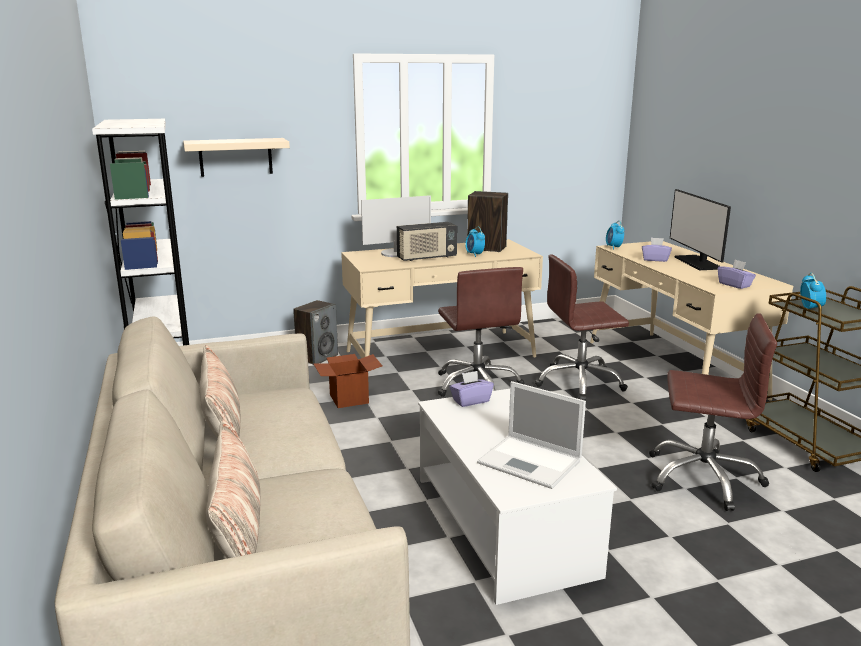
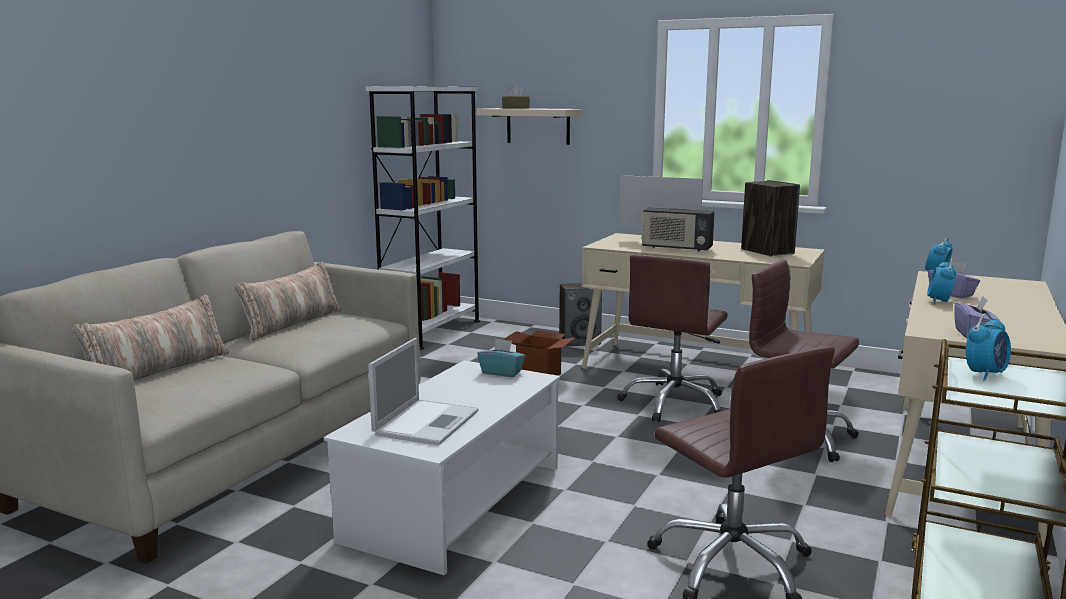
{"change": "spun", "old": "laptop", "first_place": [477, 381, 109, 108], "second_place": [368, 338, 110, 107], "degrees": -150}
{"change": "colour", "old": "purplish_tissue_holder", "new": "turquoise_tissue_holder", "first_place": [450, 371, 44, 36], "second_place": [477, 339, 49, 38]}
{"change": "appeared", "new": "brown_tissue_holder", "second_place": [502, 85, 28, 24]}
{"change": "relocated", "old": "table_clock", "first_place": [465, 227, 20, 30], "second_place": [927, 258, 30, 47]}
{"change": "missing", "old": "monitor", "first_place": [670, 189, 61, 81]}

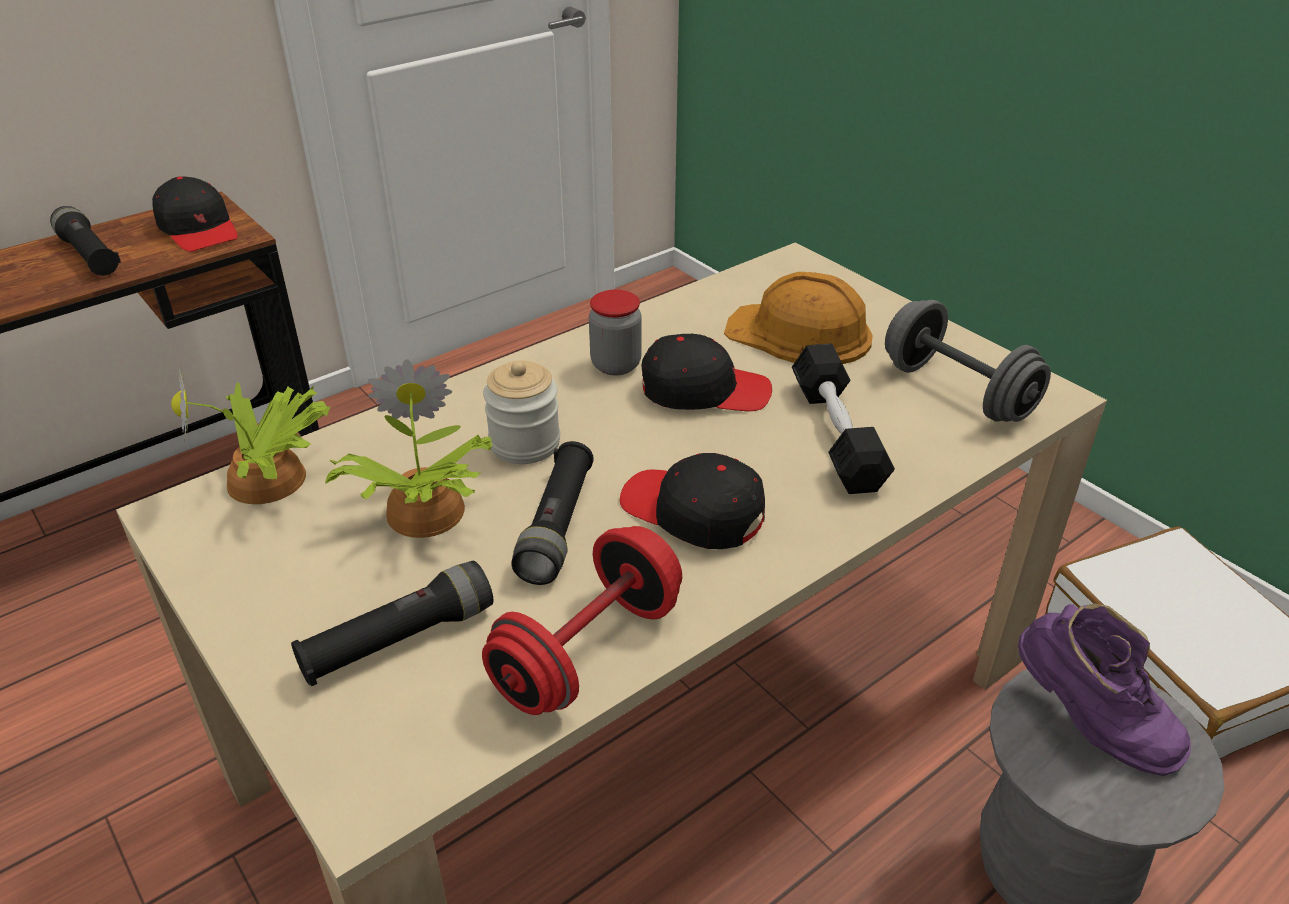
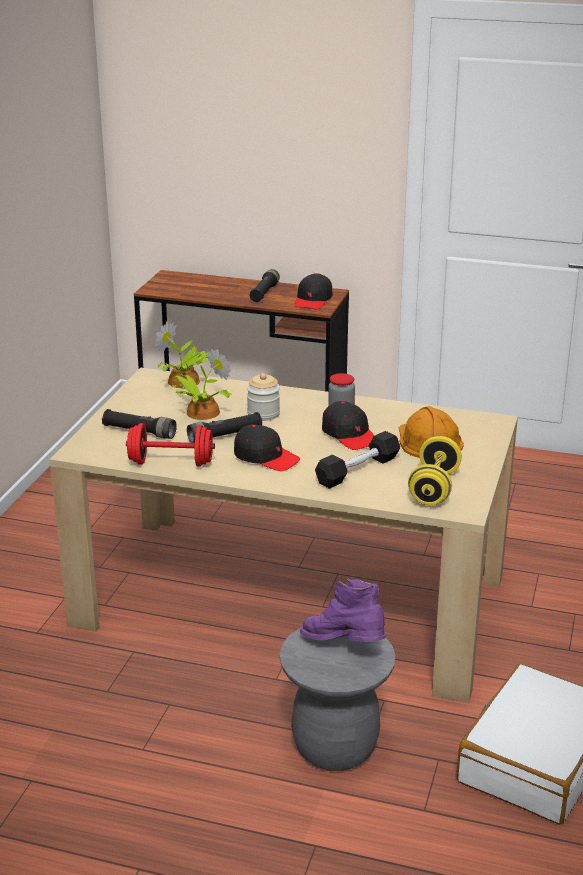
{"change": "spun", "old": "black_cap", "first_place": [620, 453, 145, 96], "second_place": [234, 424, 66, 47], "degrees": 120}
{"change": "spun", "old": "purplish_tall_boot", "first_place": [1018, 604, 173, 172], "second_place": [300, 578, 86, 64], "degrees": 120}
{"change": "colour", "old": "grey_hand_weight", "new": "yellowish_hand_weight", "first_place": [885, 300, 166, 122], "second_place": [408, 436, 54, 69]}

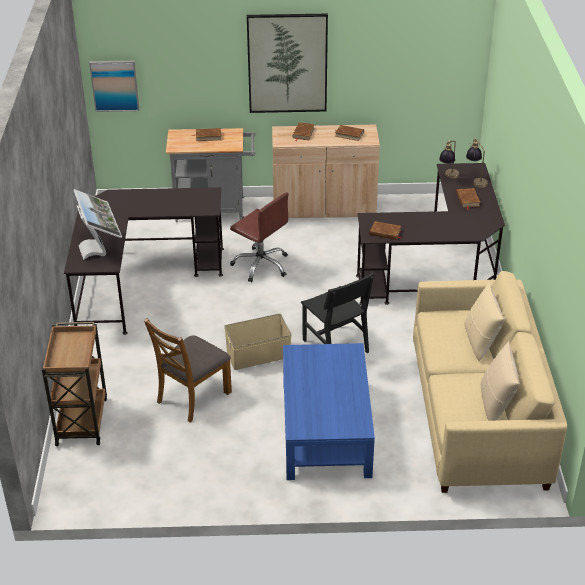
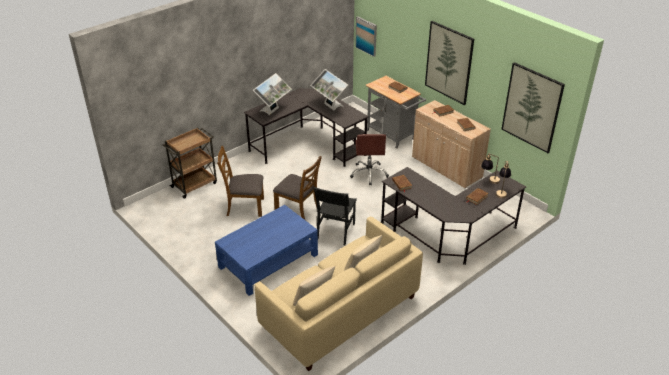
{"change": "exchanged", "old": "sand-coloured_storage_bin", "new": "brown_chair", "first_place": [224, 314, 68, 56], "second_place": [273, 156, 49, 64]}
{"change": "appeared", "new": "monitor", "second_place": [310, 69, 38, 41]}
{"change": "appeared", "new": "wall_picture", "second_place": [501, 62, 64, 91]}

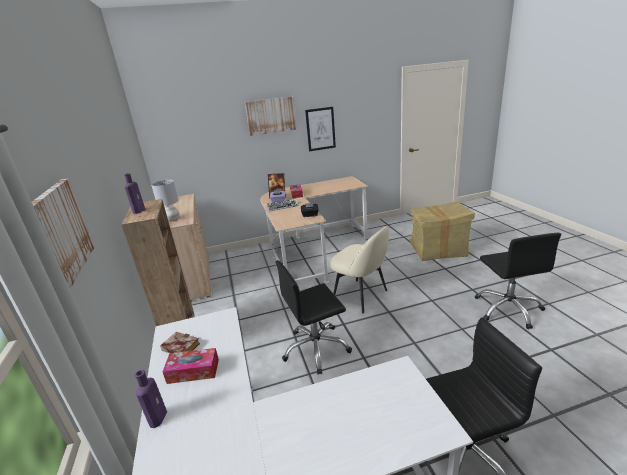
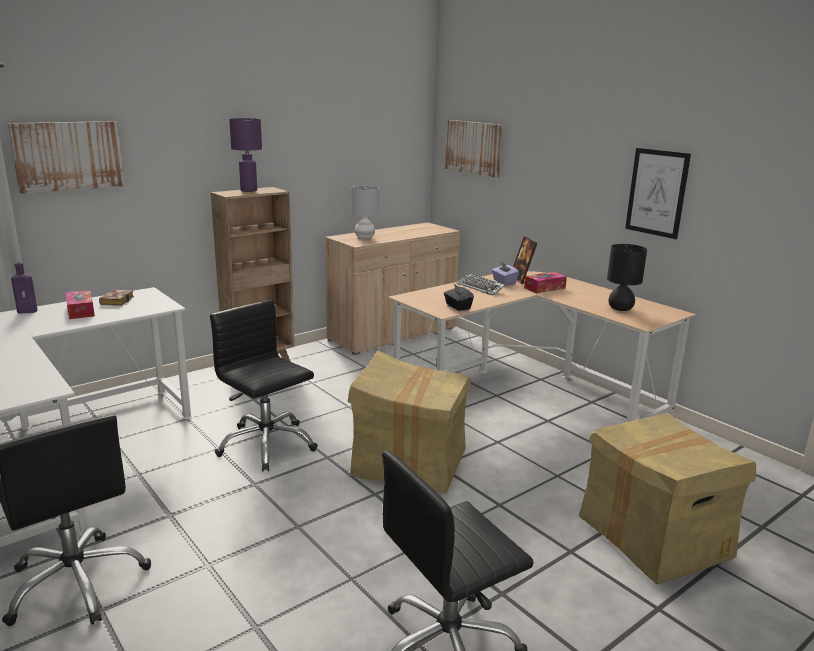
{"change": "exchanged", "old": "purplish_bottle", "new": "purplish_tabletop_lamp", "first_place": [124, 173, 21, 41], "second_place": [229, 118, 33, 74]}
{"change": "exchanged", "old": "sand-coloured_chair", "new": "carton", "first_place": [330, 226, 59, 87], "second_place": [348, 350, 123, 144]}
{"change": "relocated", "old": "wall_picture", "first_place": [245, 96, 52, 40], "second_place": [445, 120, 57, 58]}
{"change": "appeared", "new": "black_tabletop_lamp", "second_place": [607, 244, 40, 67]}

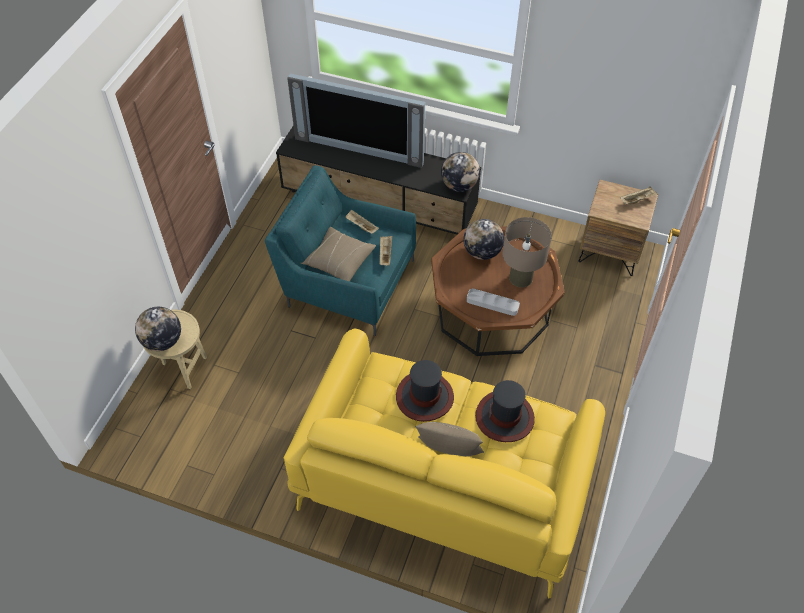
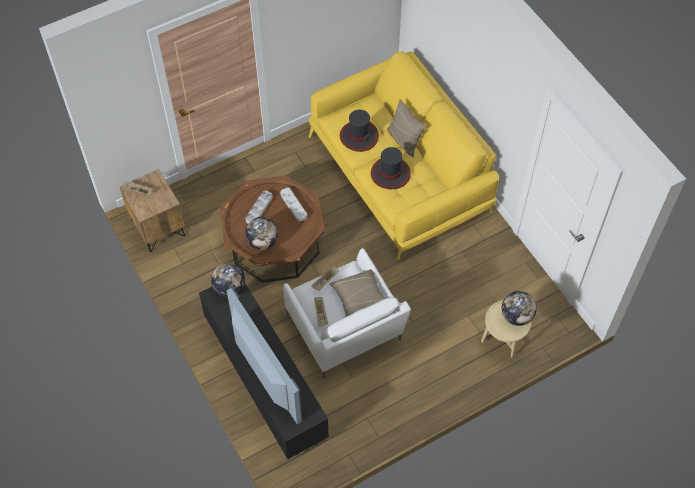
{"change": "exchanged", "old": "sand-coloured_tabletop_lamp", "new": "grey_tray", "first_place": [502, 217, 50, 71], "second_place": [245, 191, 28, 32]}
{"change": "colour", "old": "turquoise_armchair", "new": "white_armchair", "first_place": [265, 165, 151, 171], "second_place": [283, 248, 128, 130]}

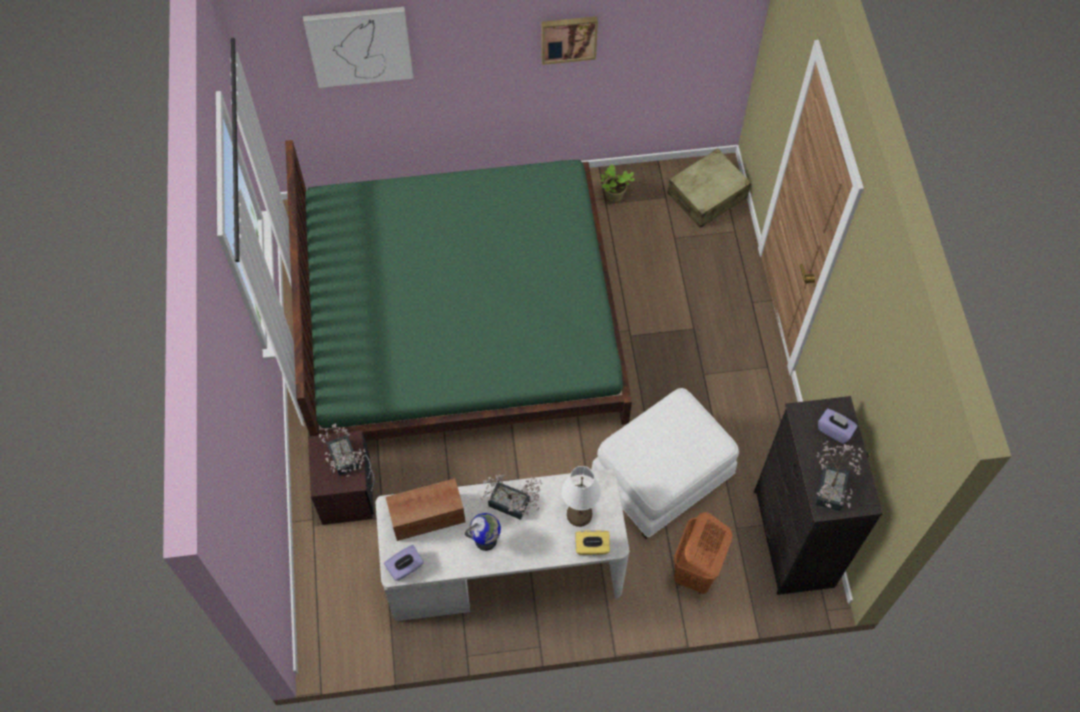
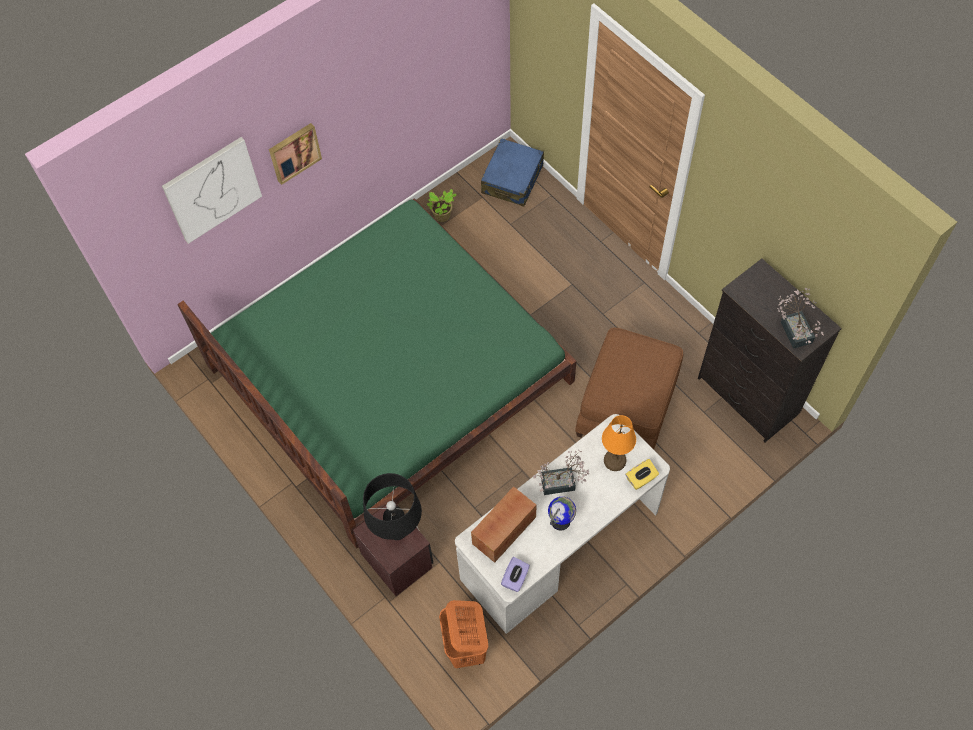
{"change": "relocated", "old": "wall_picture", "first_place": [542, 16, 56, 49], "second_place": [269, 123, 53, 62]}
{"change": "exchanged", "old": "houseplant", "new": "black_tabletop_lamp", "first_place": [319, 424, 47, 53], "second_place": [363, 473, 59, 67]}
{"change": "relocated", "old": "orange_laundry_basket", "first_place": [674, 512, 58, 82], "second_place": [439, 600, 50, 68]}
{"change": "colour", "old": "sand-coloured_travel_case", "new": "bluish_travel_case", "first_place": [667, 148, 84, 80], "second_place": [481, 138, 63, 69]}
{"change": "colour", "old": "white_pouffe", "new": "brown_pouffe", "first_place": [591, 388, 148, 151], "second_place": [575, 328, 108, 122]}
{"change": "colour", "old": "white_tabletop_lamp", "new": "orange_tabletop_lamp", "first_place": [562, 466, 39, 61], "second_place": [602, 415, 34, 56]}
{"change": "missing", "old": "purplish_tissue_holder", "first_place": [818, 409, 39, 35]}

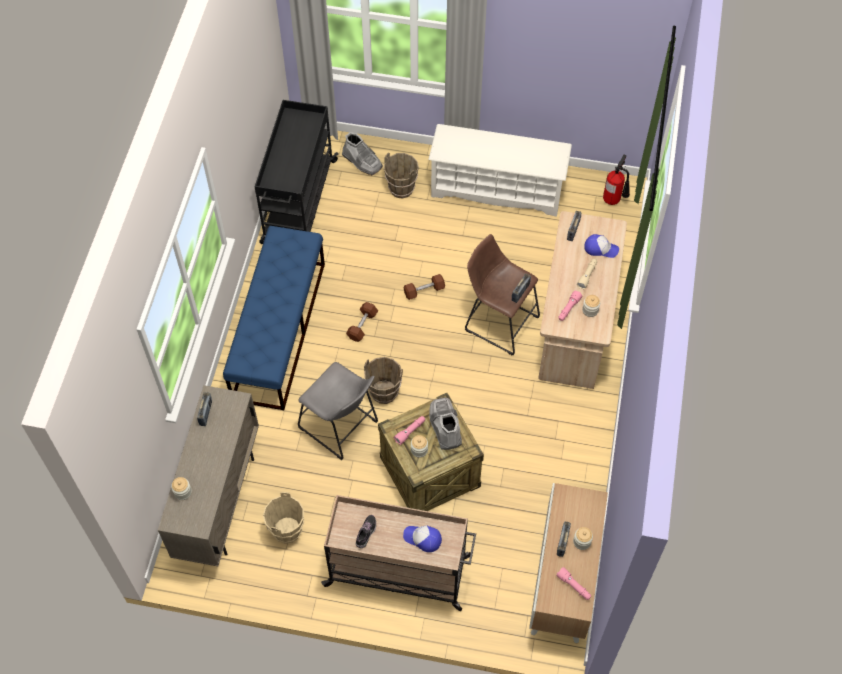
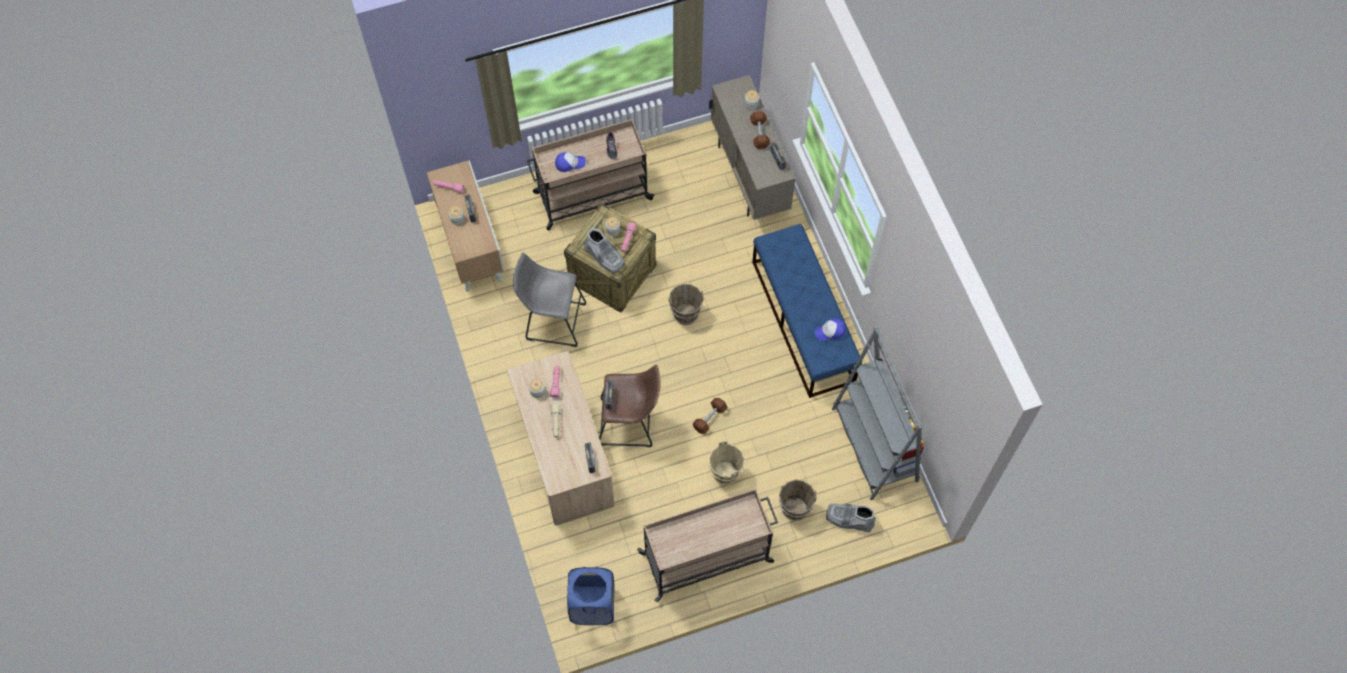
{"change": "relocated", "old": "grey_stool", "first_place": [298, 362, 80, 98], "second_place": [513, 253, 73, 94]}
{"change": "exchanged", "old": "extinguisher", "new": "bluish_laundry_basket", "first_place": [603, 155, 27, 50], "second_place": [567, 567, 47, 58]}
{"change": "exchanged", "old": "white_shoe_rack", "new": "sand-coloured_wheeled_cart", "first_place": [428, 124, 144, 93], "second_place": [637, 489, 141, 114]}
{"change": "relocated", "old": "sand-coloured_bucket", "first_place": [263, 492, 41, 52], "second_place": [709, 441, 36, 44]}
{"change": "relocated", "old": "brown_hand_weight", "first_place": [346, 302, 32, 40], "second_place": [750, 111, 20, 38]}
{"change": "relocated", "old": "cap", "first_place": [584, 234, 35, 24], "second_place": [814, 318, 32, 23]}
{"change": "exchanged", "old": "black_wheeled_cart", "new": "grey_bookshelf", "first_place": [255, 100, 83, 144], "second_place": [832, 326, 92, 174]}

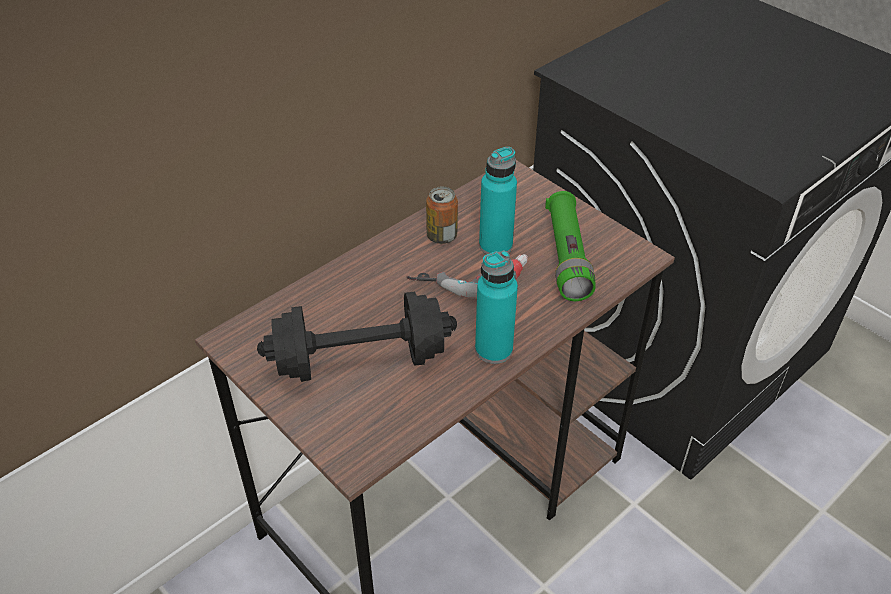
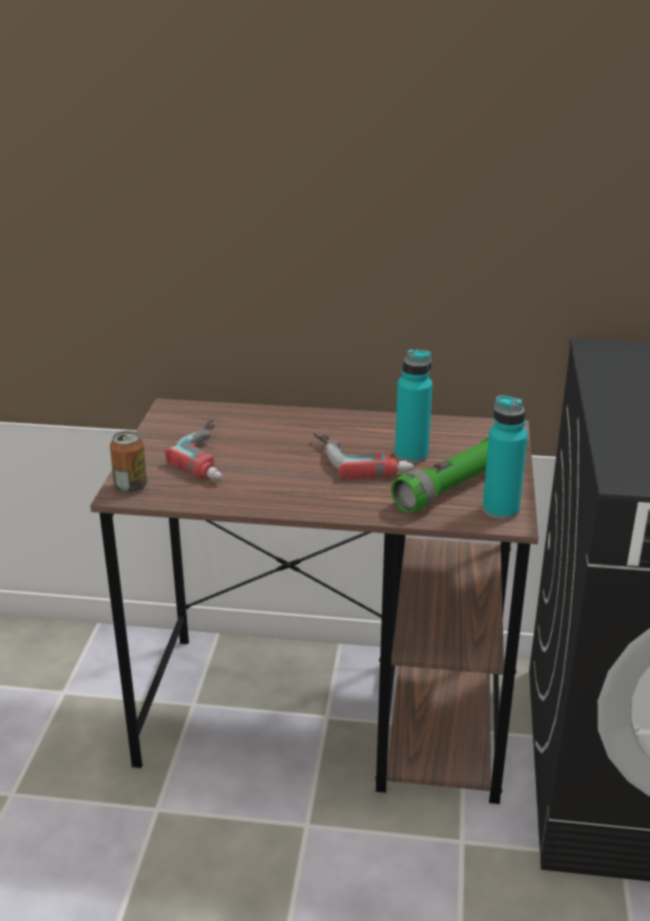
{"change": "relocated", "old": "can", "first_place": [426, 186, 32, 58], "second_place": [110, 431, 37, 62]}
{"change": "exchanged", "old": "black_hand_weight", "new": "drill", "first_place": [257, 291, 200, 91], "second_place": [165, 420, 58, 60]}
{"change": "relocated", "old": "turquoise_bottle", "first_place": [475, 250, 43, 114], "second_place": [482, 395, 46, 125]}

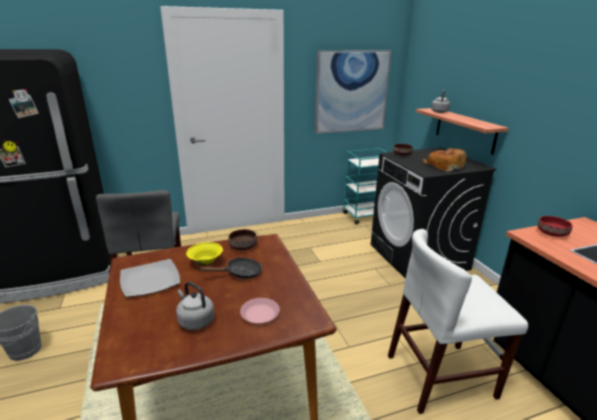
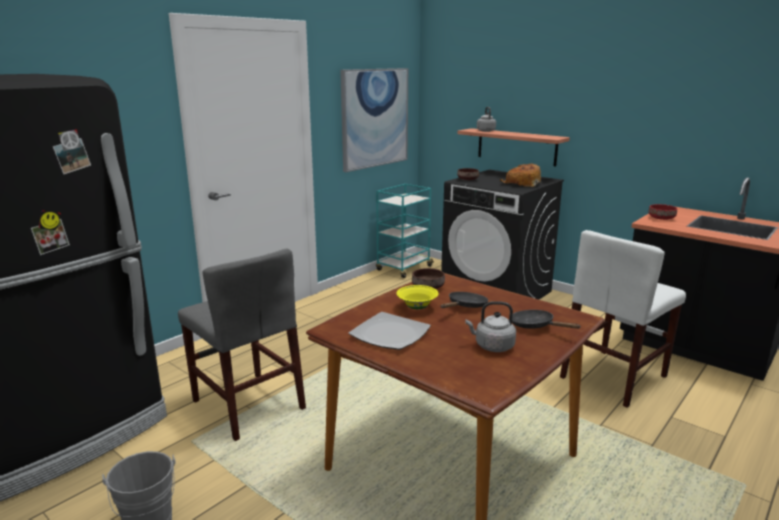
{"change": "exchanged", "old": "pink-coloured_dinner_plate", "new": "black_pan", "first_place": [240, 298, 40, 26], "second_place": [512, 310, 69, 19]}

